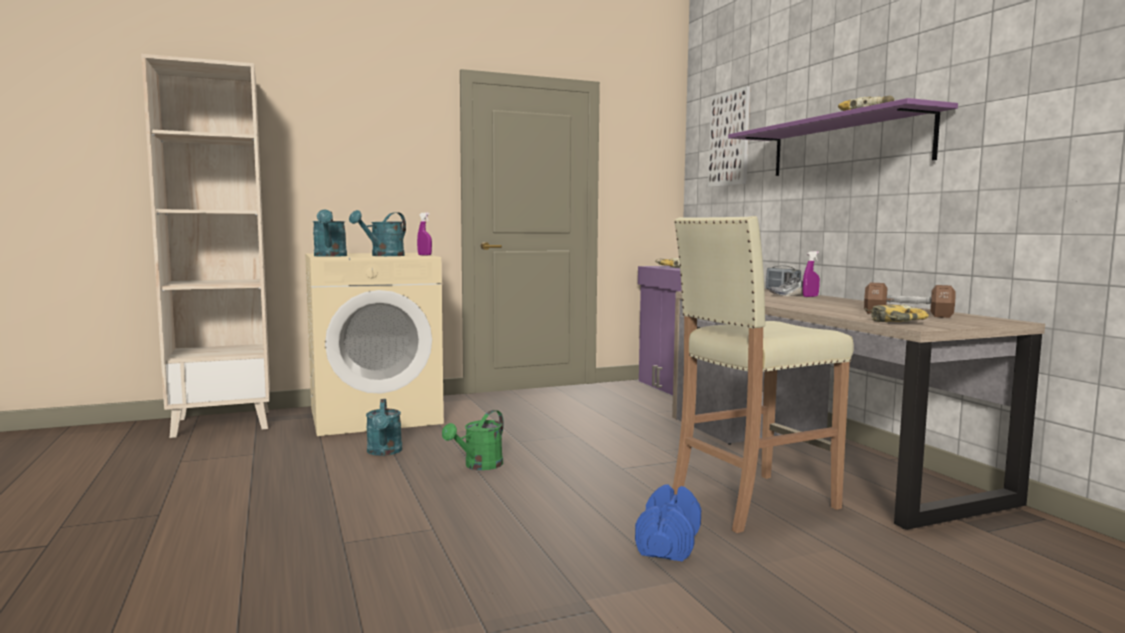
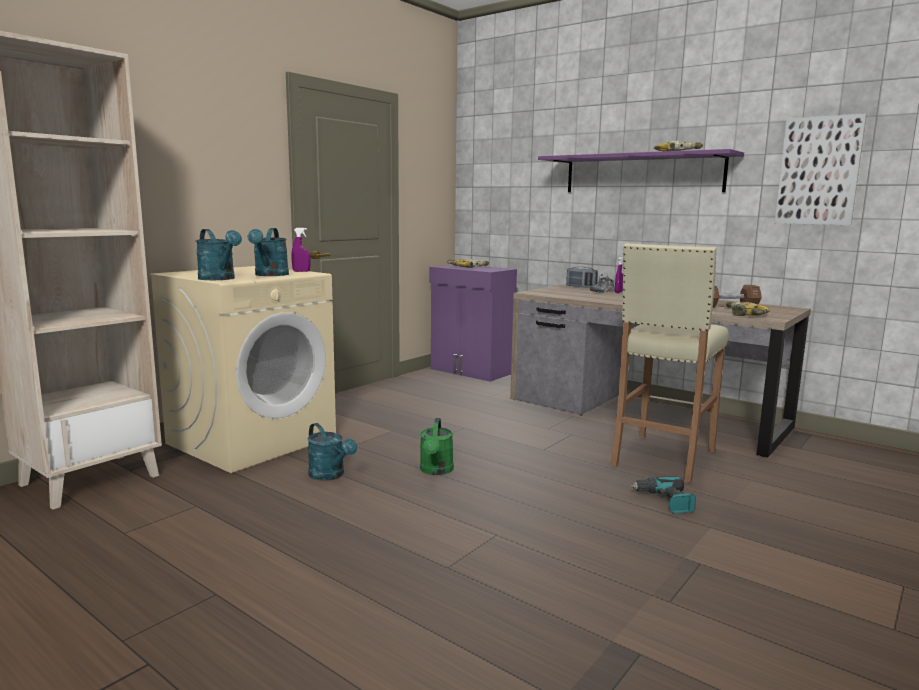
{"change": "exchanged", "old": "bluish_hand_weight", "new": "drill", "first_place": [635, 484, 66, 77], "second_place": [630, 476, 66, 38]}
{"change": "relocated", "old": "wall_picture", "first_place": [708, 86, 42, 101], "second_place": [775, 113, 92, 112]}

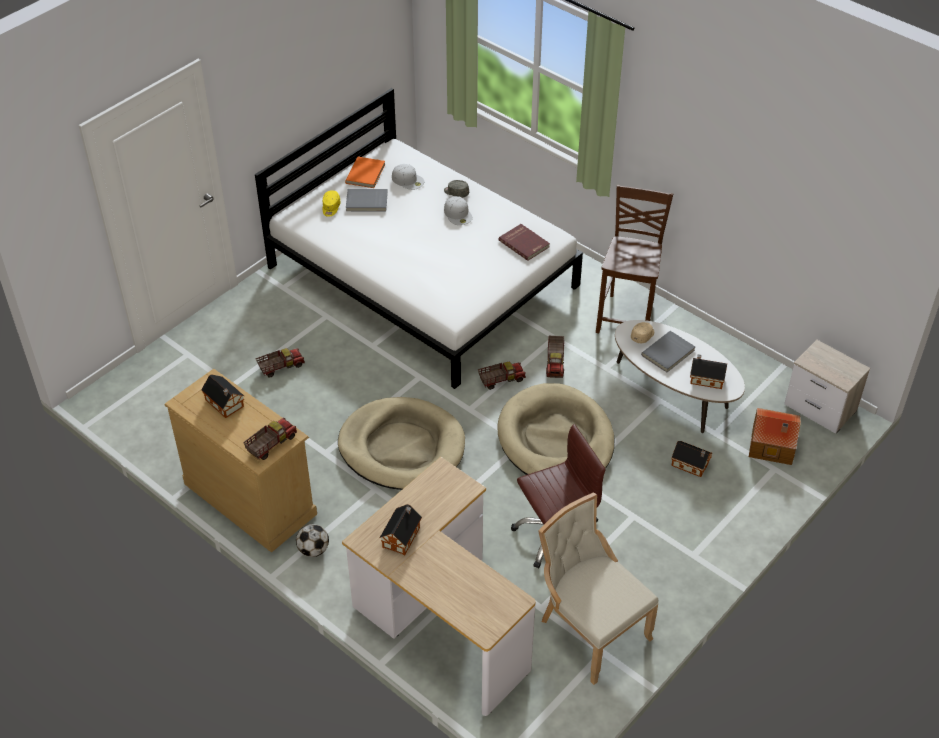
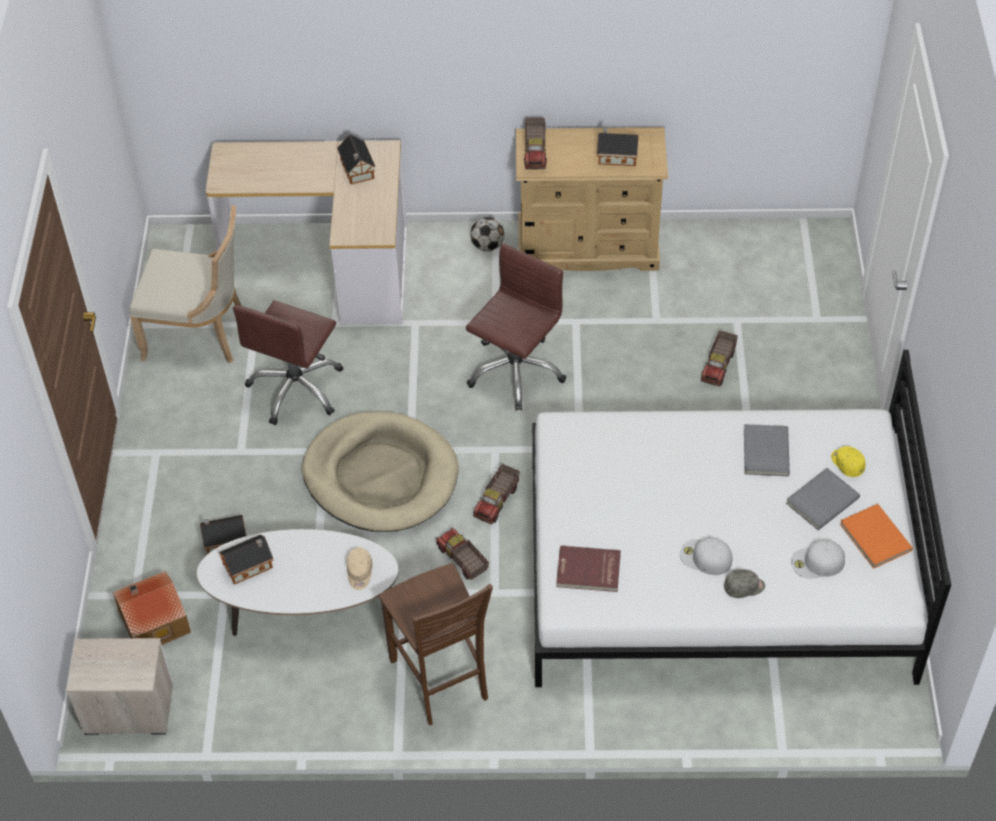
{"change": "exchanged", "old": "sand-coloured_pet_bed", "new": "brown_office_chair", "first_place": [338, 397, 127, 93], "second_place": [466, 243, 100, 167]}
{"change": "relocated", "old": "grey_bound_book", "first_place": [641, 331, 54, 41], "second_place": [744, 424, 46, 52]}

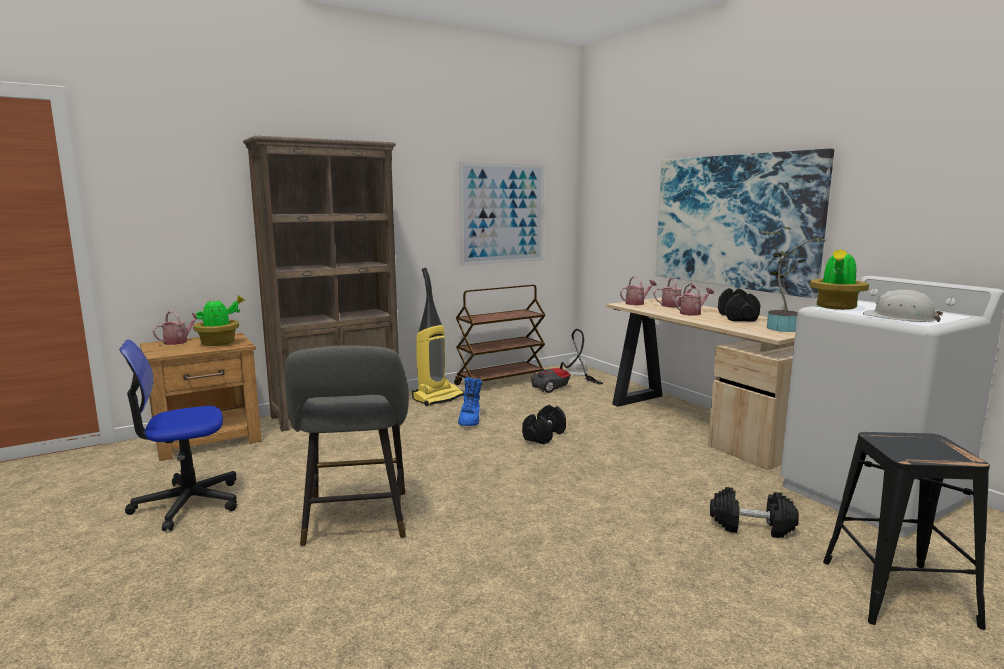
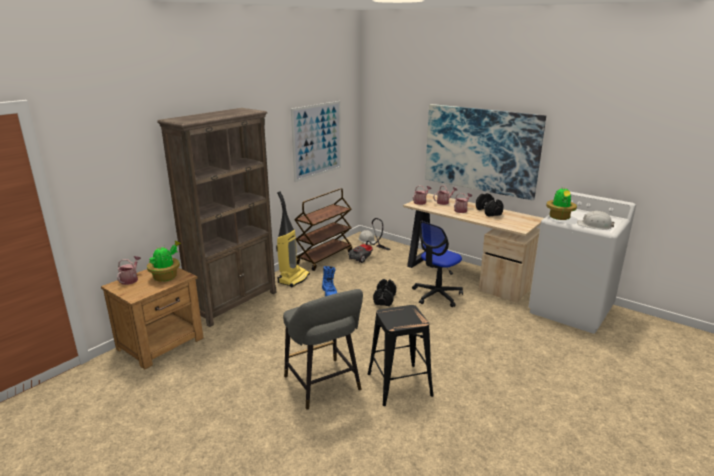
{"change": "relocated", "old": "black_stool", "first_place": [823, 432, 167, 198], "second_place": [368, 305, 66, 101]}
{"change": "relocated", "old": "office_chair", "first_place": [119, 340, 118, 191], "second_place": [412, 221, 51, 86]}
{"change": "missing", "old": "black_hand_weight", "first_place": [710, 487, 89, 51]}
{"change": "missing", "old": "houseplant", "first_place": [761, 226, 65, 106]}

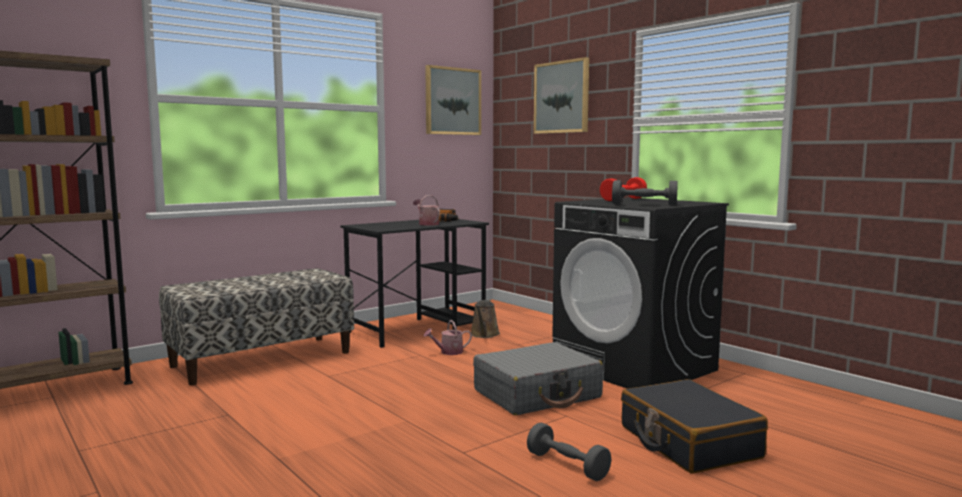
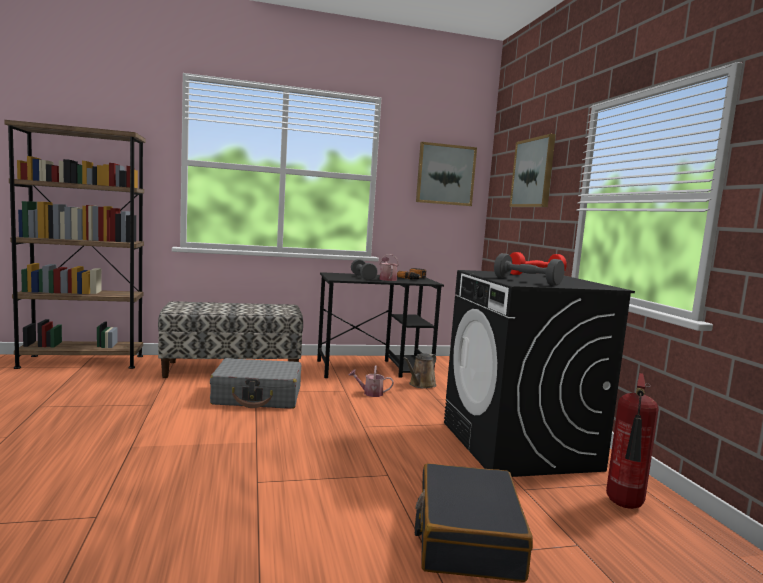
{"change": "relocated", "old": "grey_travel_case", "first_place": [473, 342, 130, 73], "second_place": [210, 358, 91, 51]}
{"change": "relocated", "old": "grey_hand_weight", "first_place": [527, 423, 84, 58], "second_place": [351, 259, 27, 21]}
{"change": "appeared", "new": "extinguisher", "second_place": [606, 373, 53, 136]}

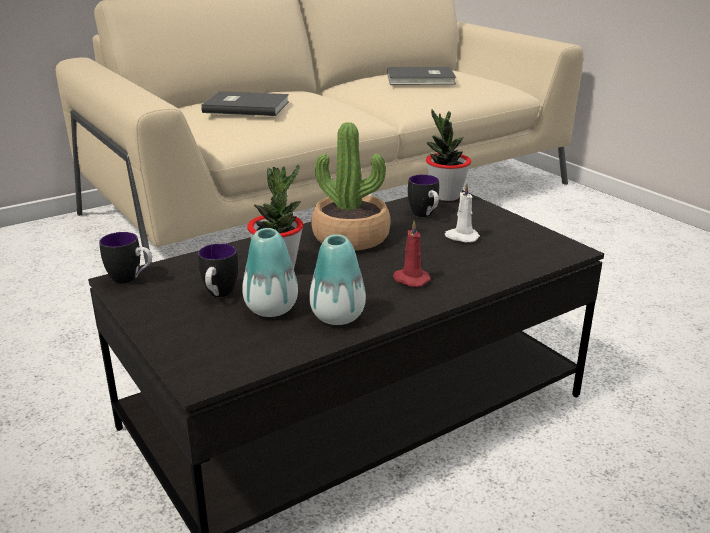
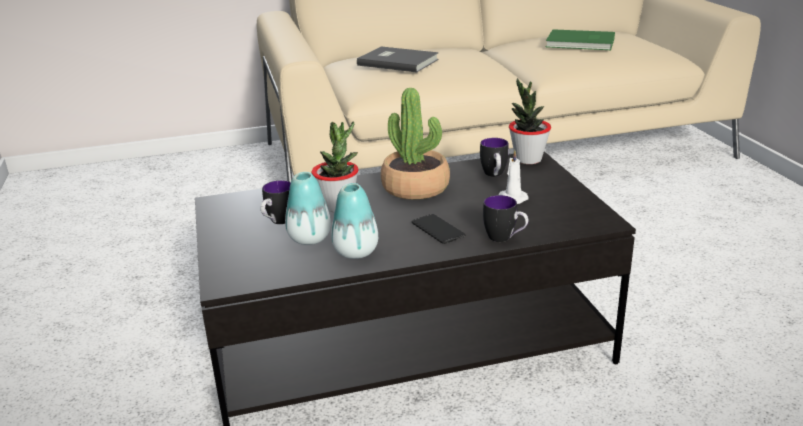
{"change": "exchanged", "old": "red-coloured_wax_candle", "new": "phone", "first_place": [393, 220, 38, 67], "second_place": [412, 214, 54, 30]}
{"change": "relocated", "old": "mug", "first_place": [99, 232, 53, 52], "second_place": [483, 195, 45, 47]}
{"change": "colour", "old": "grey_bound_book", "new": "greenish_bound_book", "first_place": [387, 67, 69, 18], "second_place": [546, 29, 69, 21]}

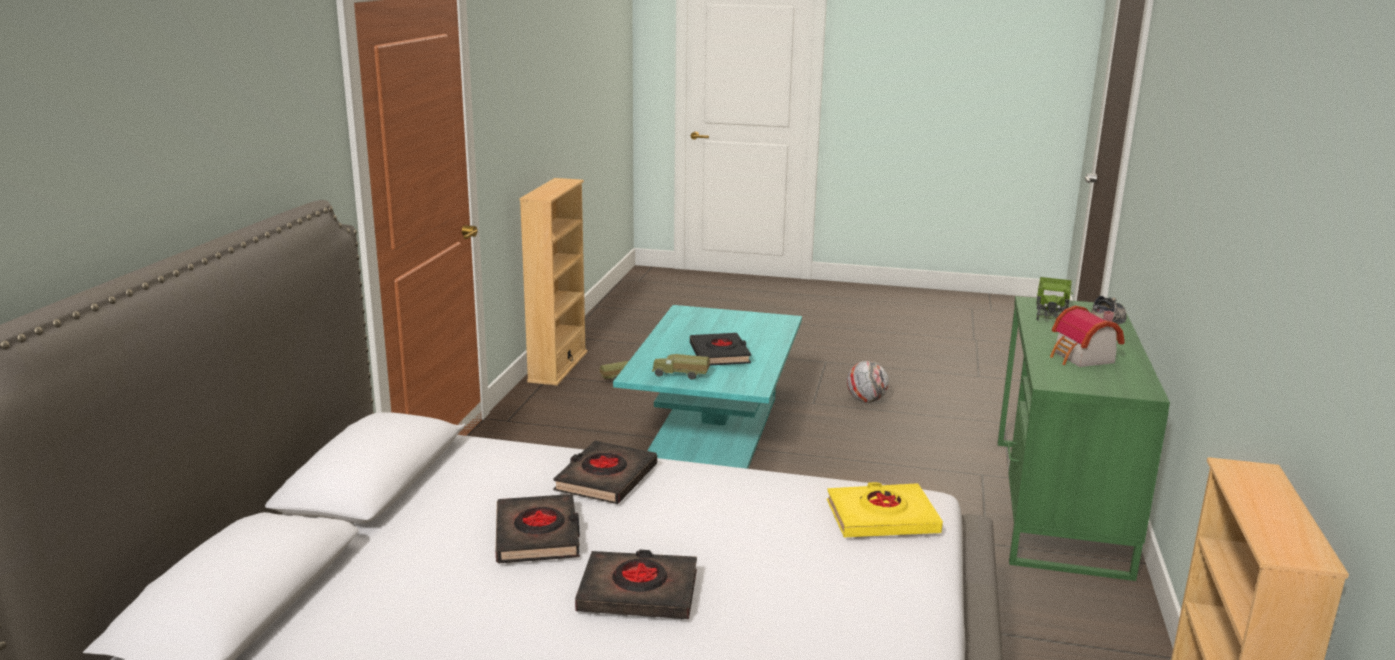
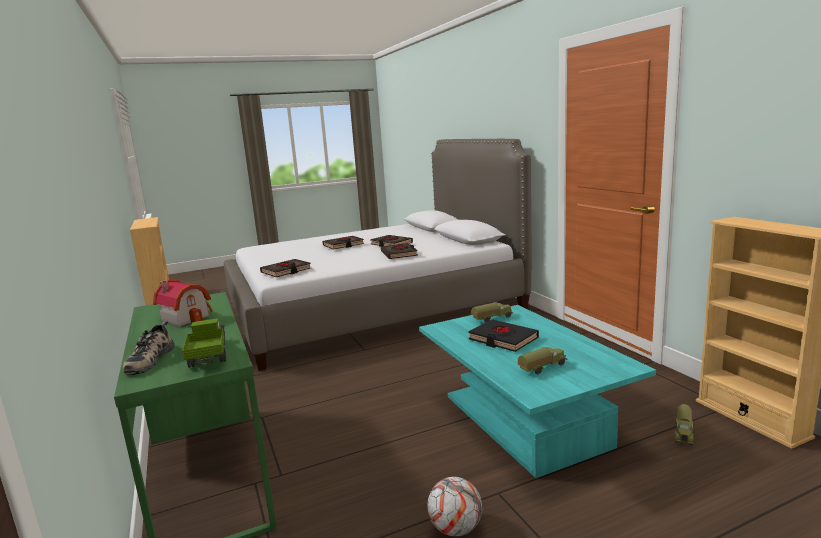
{"change": "colour", "old": "yellowish_bound_book", "new": "black_bound_book", "first_place": [827, 482, 116, 55], "second_place": [260, 259, 51, 18]}
{"change": "appeared", "new": "model_truck", "second_place": [518, 347, 50, 27]}

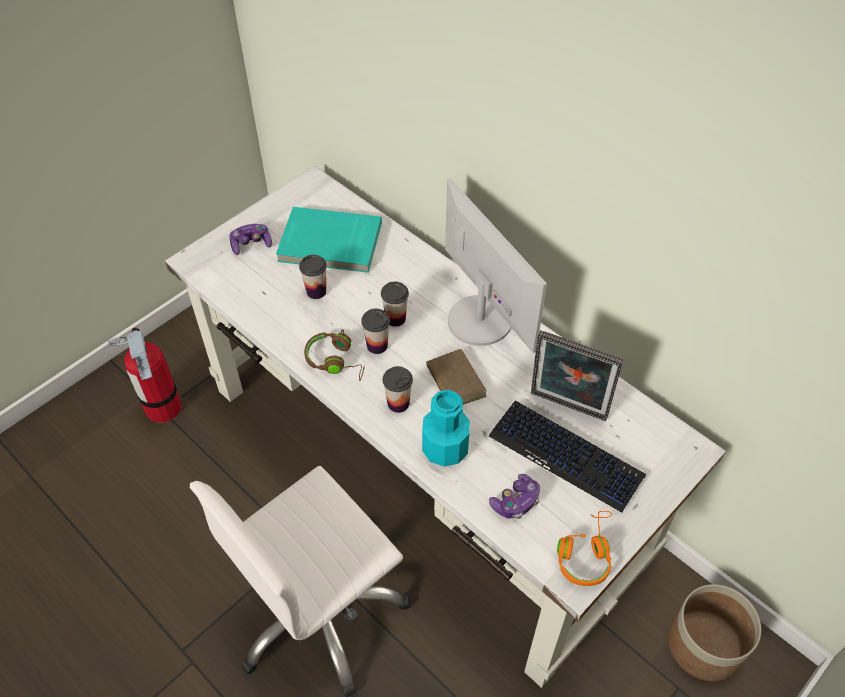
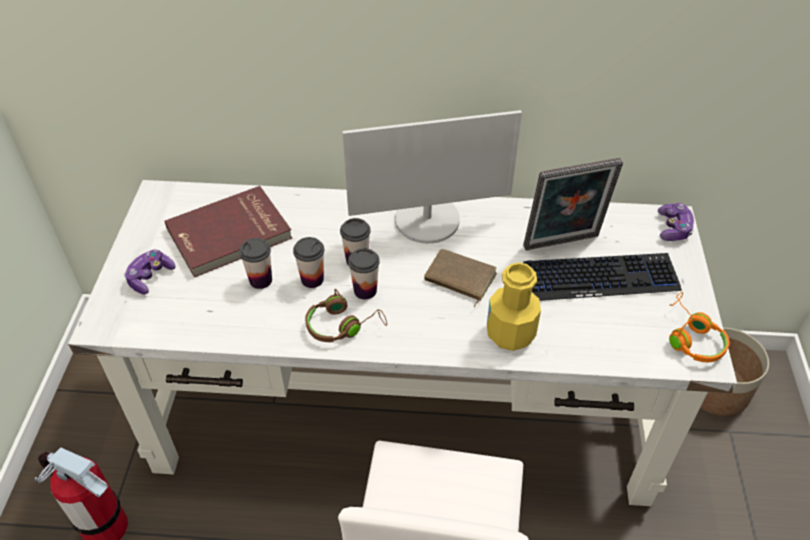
{"change": "colour", "old": "turquoise_bound_book", "new": "red-coloured_bound_book", "first_place": [276, 207, 106, 66], "second_place": [165, 186, 127, 91]}
{"change": "relocated", "old": "drinking_cup", "first_place": [383, 366, 30, 47], "second_place": [293, 237, 31, 51]}
{"change": "spun", "old": "monitor", "first_place": [445, 178, 102, 175], "second_place": [342, 110, 180, 134], "degrees": 150}
{"change": "colour", "old": "turquoise_bottle", "new": "yellowish_bottle", "first_place": [422, 390, 48, 77], "second_place": [487, 262, 54, 89]}
{"change": "relocated", "old": "game_controller", "first_place": [489, 474, 51, 45], "second_place": [658, 203, 36, 38]}

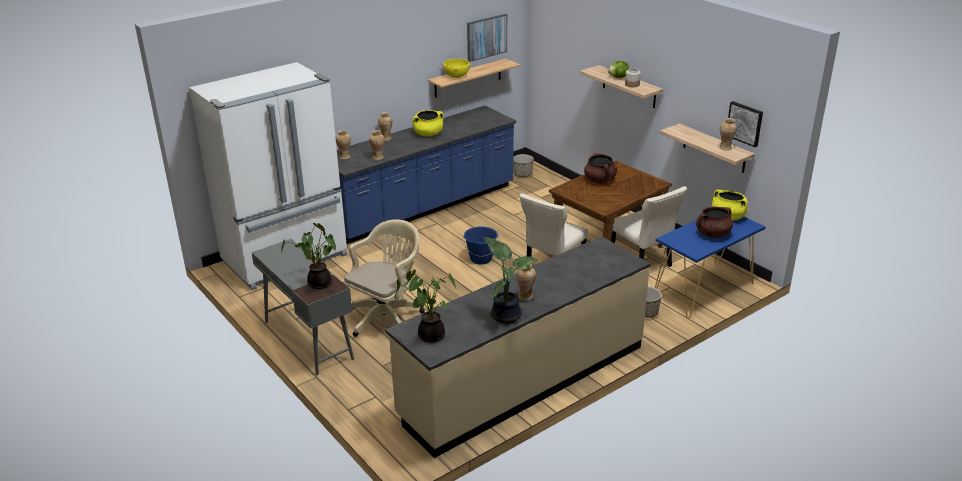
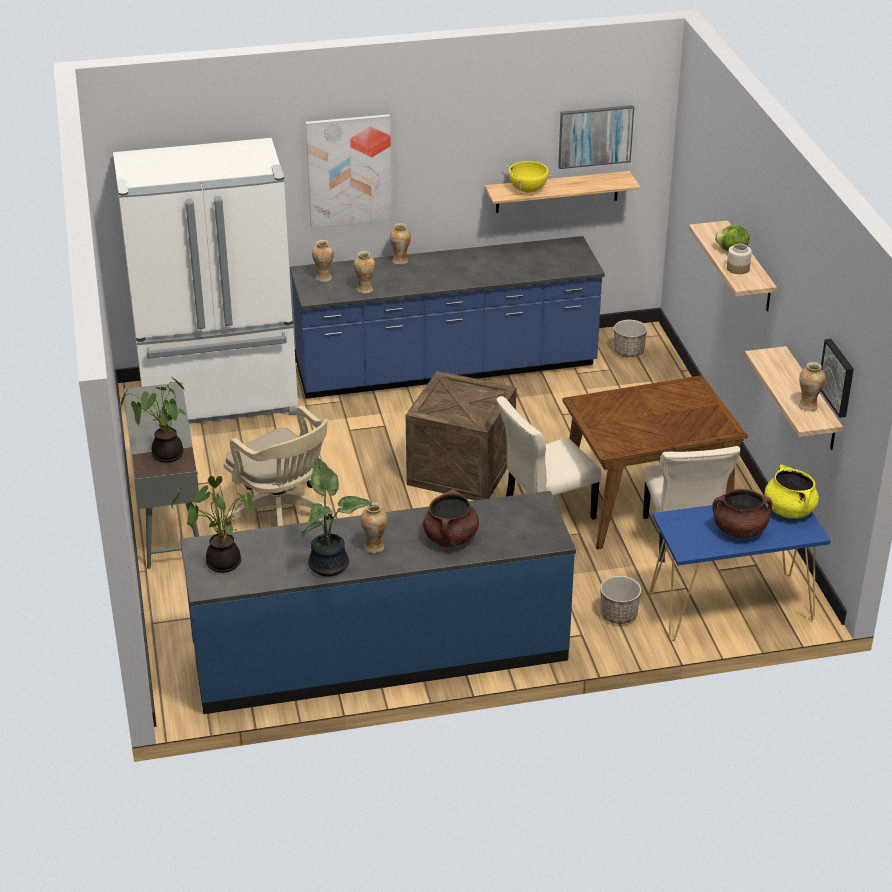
{"change": "colour", "old": "sand-coloured_kitchen_counter", "new": "bluish_kitchen_counter", "first_place": [385, 236, 265, 222], "second_place": [180, 491, 396, 223]}
{"change": "spun", "old": "sand-coloured_office_chair", "first_place": [343, 219, 82, 118], "second_place": [224, 406, 109, 120], "degrees": 75}
{"change": "appeared", "new": "wall_picture", "second_place": [305, 114, 87, 115]}
{"change": "exchanged", "old": "bluish_bucket", "new": "shipping_crate", "first_place": [463, 227, 36, 38], "second_place": [406, 371, 110, 130]}
{"change": "relocated", "old": "brown_saucepot", "first_place": [584, 153, 33, 30], "second_place": [423, 489, 56, 58]}
{"change": "missing", "old": "yellowish_saucepot", "first_place": [412, 110, 32, 26]}

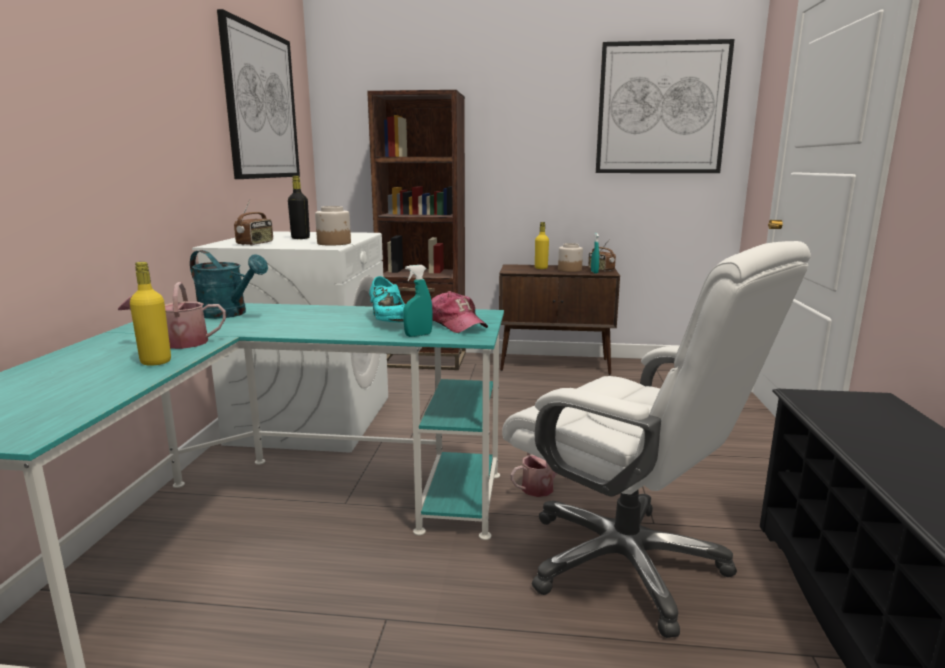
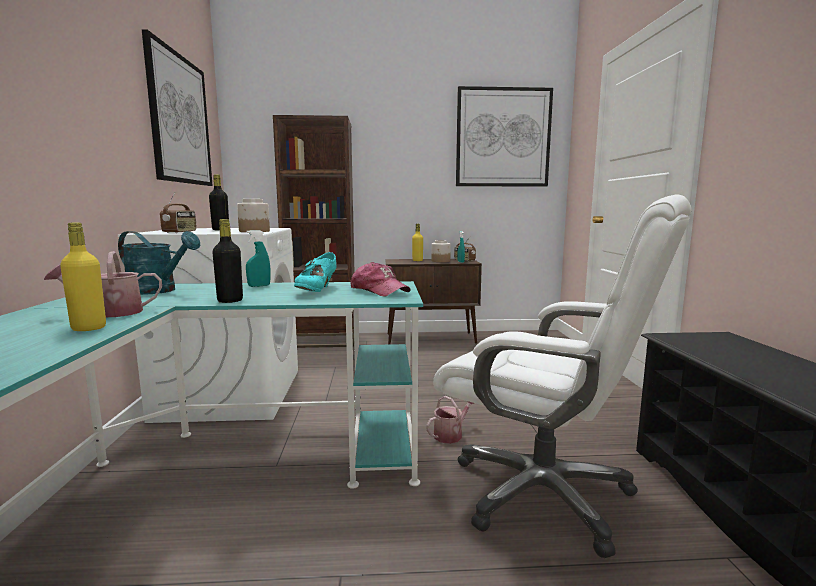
{"change": "appeared", "new": "black_bottle", "second_place": [212, 219, 31, 84]}
{"change": "relocated", "old": "turquoise_spray_bottle", "first_place": [403, 265, 30, 72], "second_place": [246, 230, 25, 57]}
{"change": "spun", "old": "turquoise_low_shoe", "first_place": [369, 276, 36, 46], "second_place": [294, 252, 43, 40], "degrees": 45}

